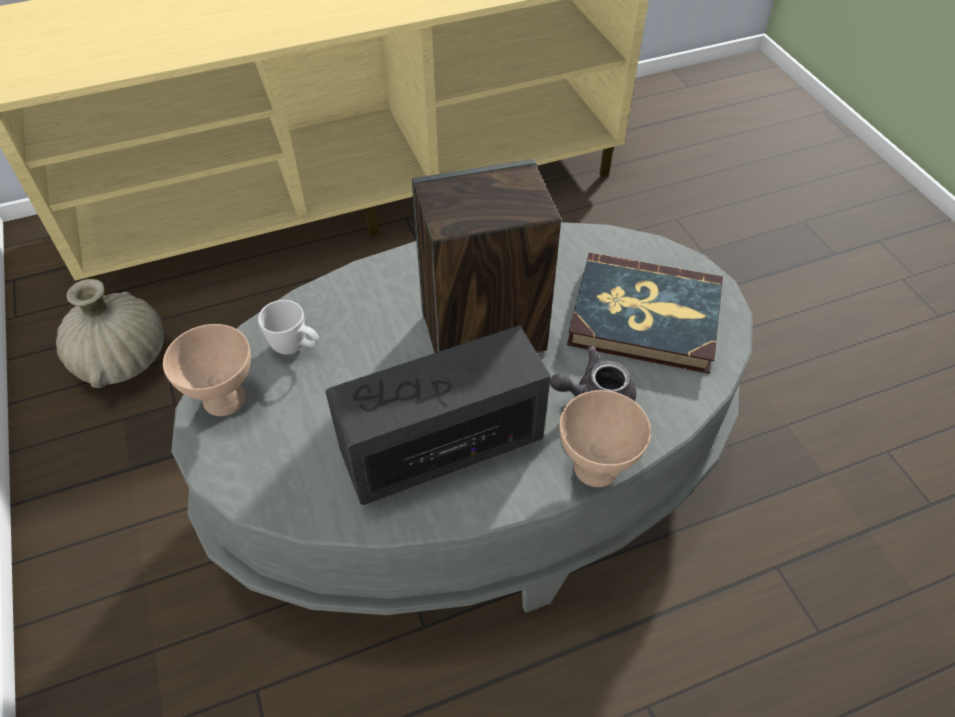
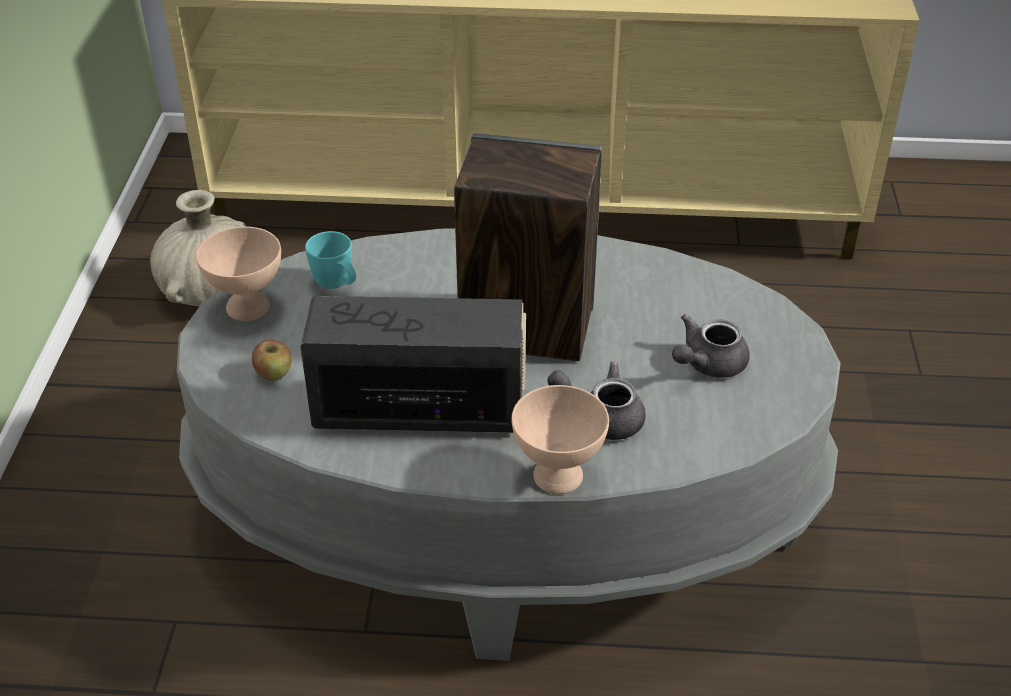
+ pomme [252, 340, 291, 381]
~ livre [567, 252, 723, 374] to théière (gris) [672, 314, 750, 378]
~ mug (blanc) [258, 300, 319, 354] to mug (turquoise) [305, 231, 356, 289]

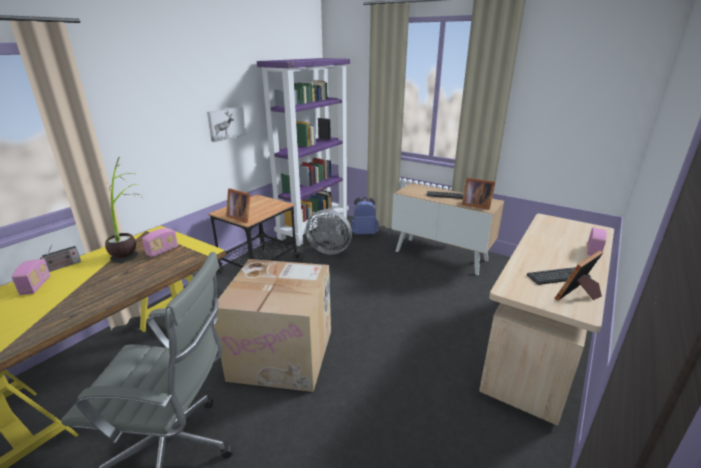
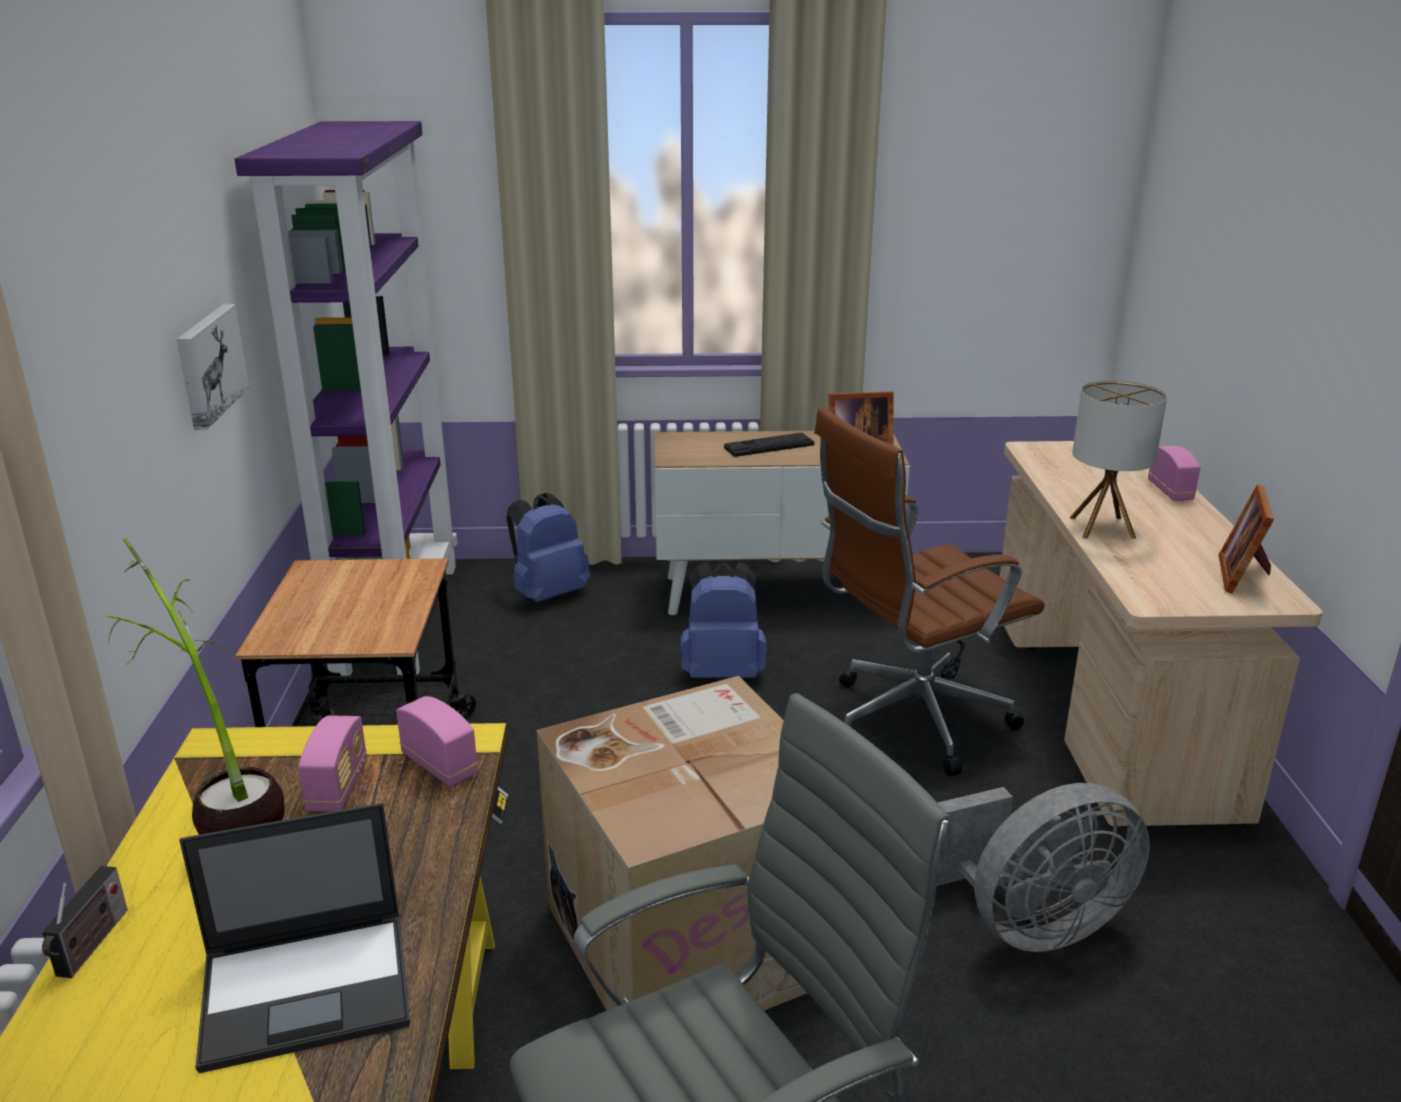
- cadre photo [226, 188, 250, 223]
- clavier [527, 267, 591, 285]
+ ordinateur portable [179, 803, 410, 1073]
+ sac à dos (bleu) [680, 562, 767, 678]
+ chaise de bureau (marron) [814, 407, 1045, 777]
+ lampe de table [1070, 380, 1167, 539]
~ radio [12, 259, 51, 295] to [396, 696, 478, 787]
~ ventilateur (gris) [306, 209, 352, 255] to [937, 783, 1150, 952]

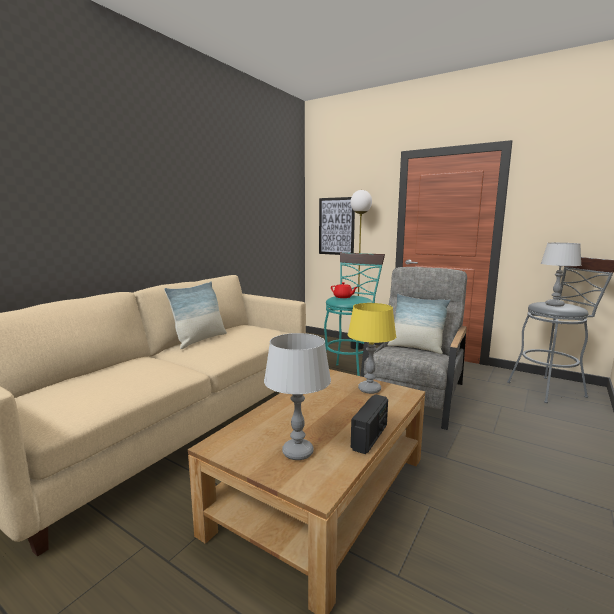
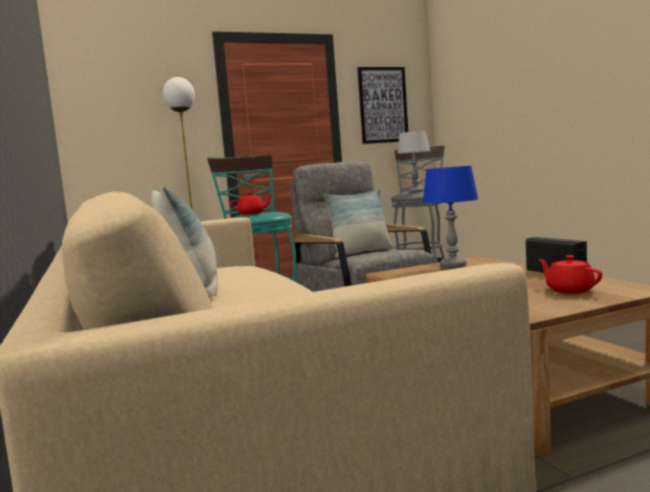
~ tableau [319, 197, 355, 255] to [357, 67, 408, 144]
~ lampe de table (gris) [264, 333, 331, 460] to théière (rouge) [538, 255, 602, 294]
~ lampe de table (jaune) [348, 303, 396, 394] to lampe de table (bleu) [423, 166, 478, 268]

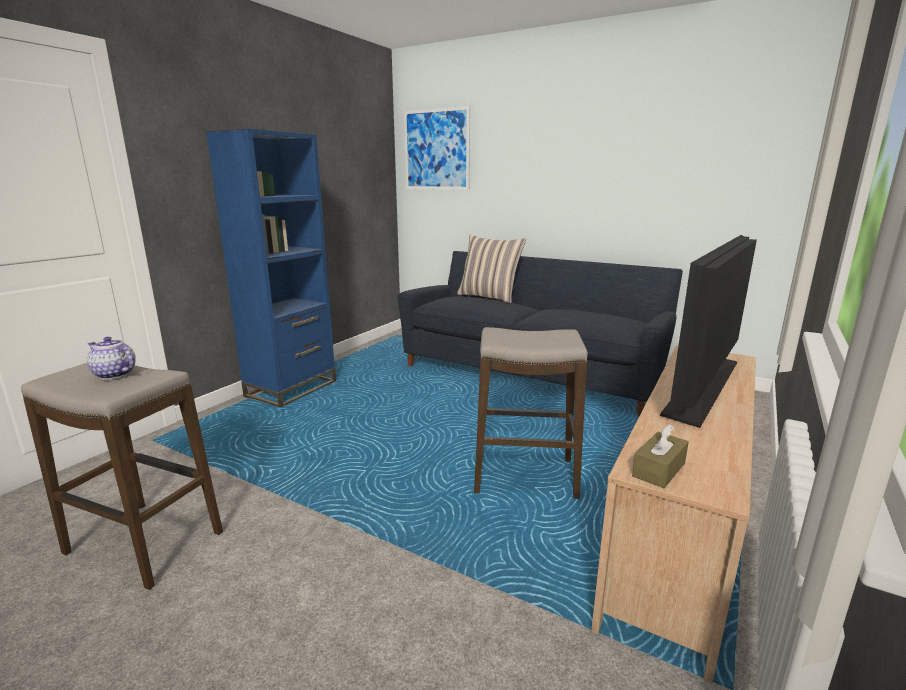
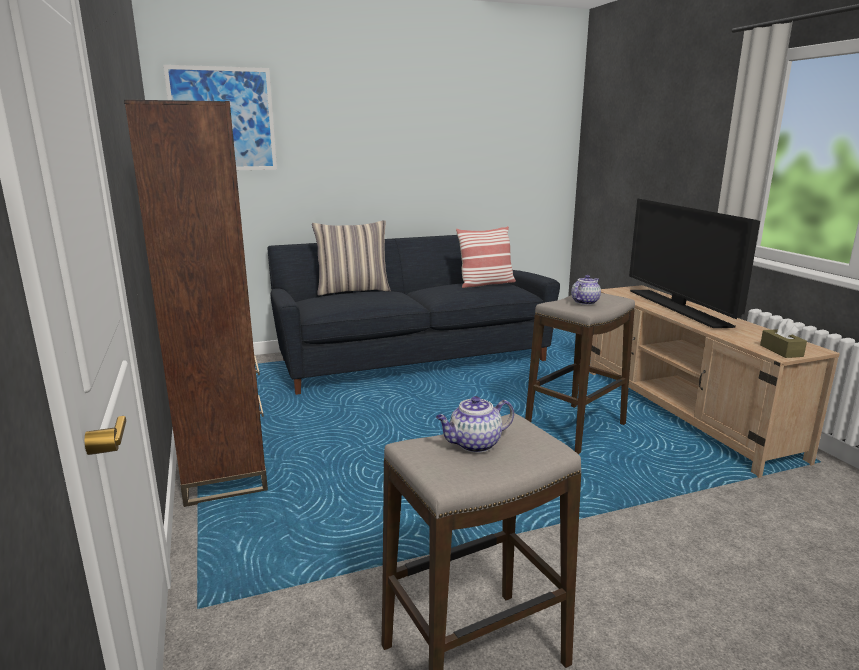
+ coussin [456, 226, 516, 288]
+ théière [571, 275, 601, 305]
~ bibliothèque (bleu) [206, 129, 336, 407] to bibliothèque (marron) [124, 100, 268, 507]

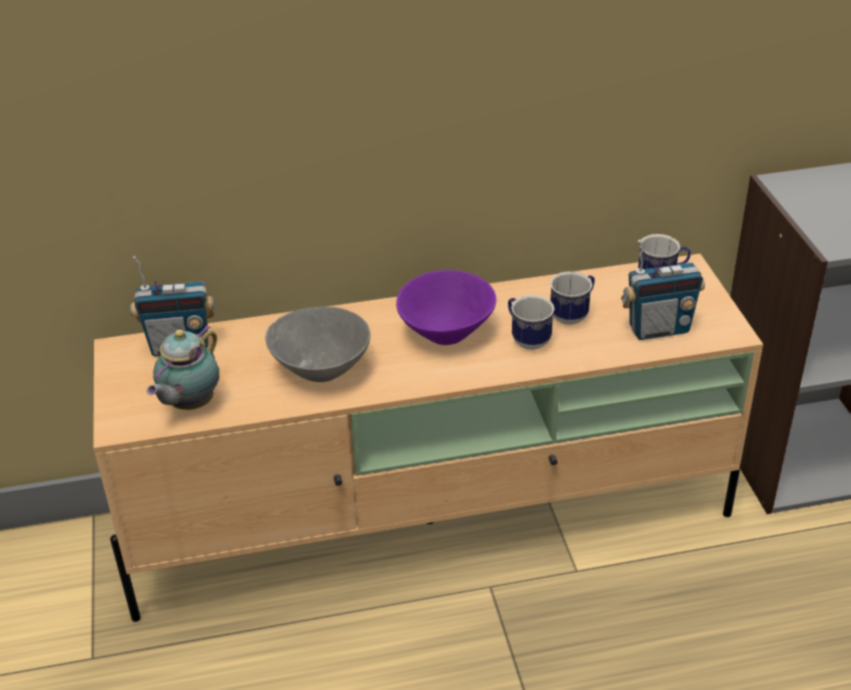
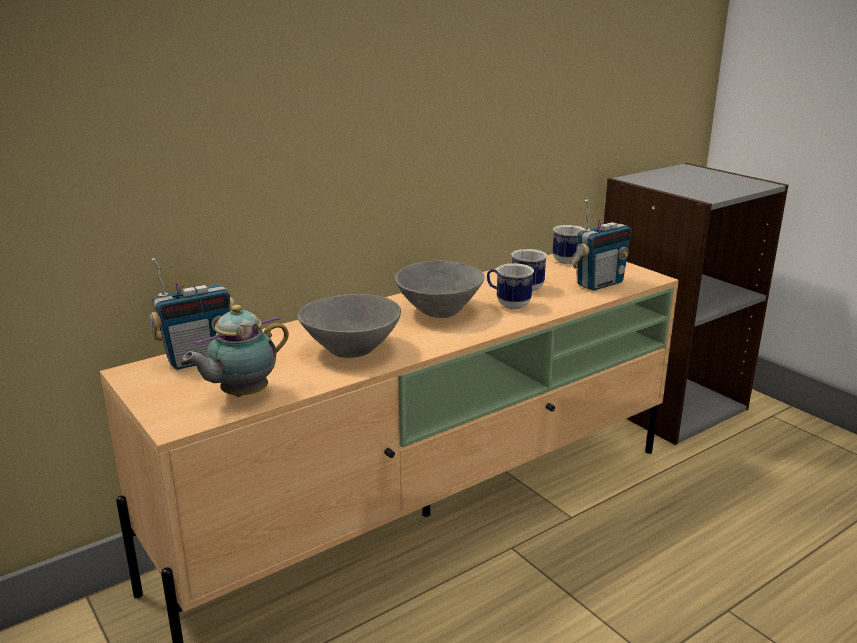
~ bol (violet) [396, 270, 496, 345] to bol (gris) [395, 261, 484, 318]
~ théière [146, 325, 219, 410] = [183, 305, 289, 397] 45 degrees clockwise

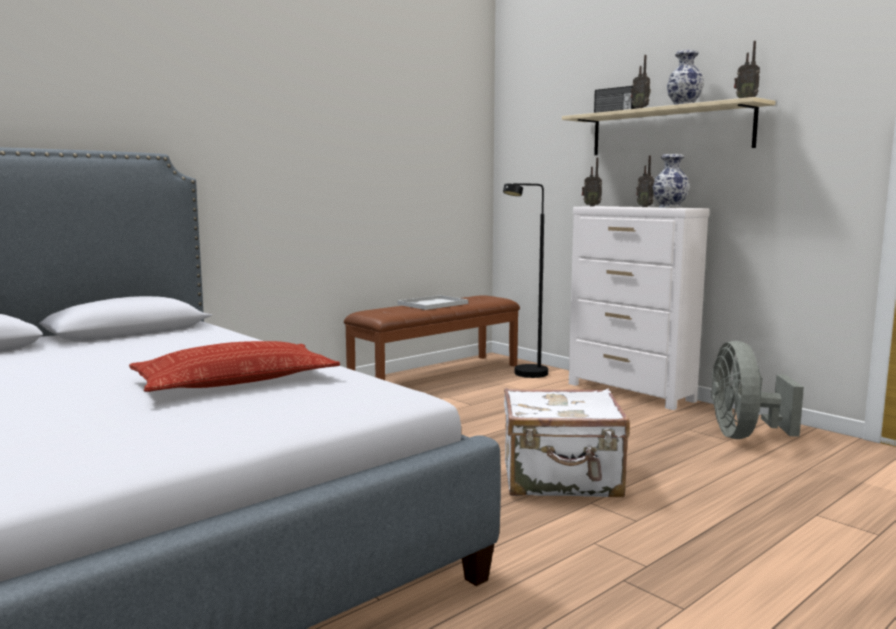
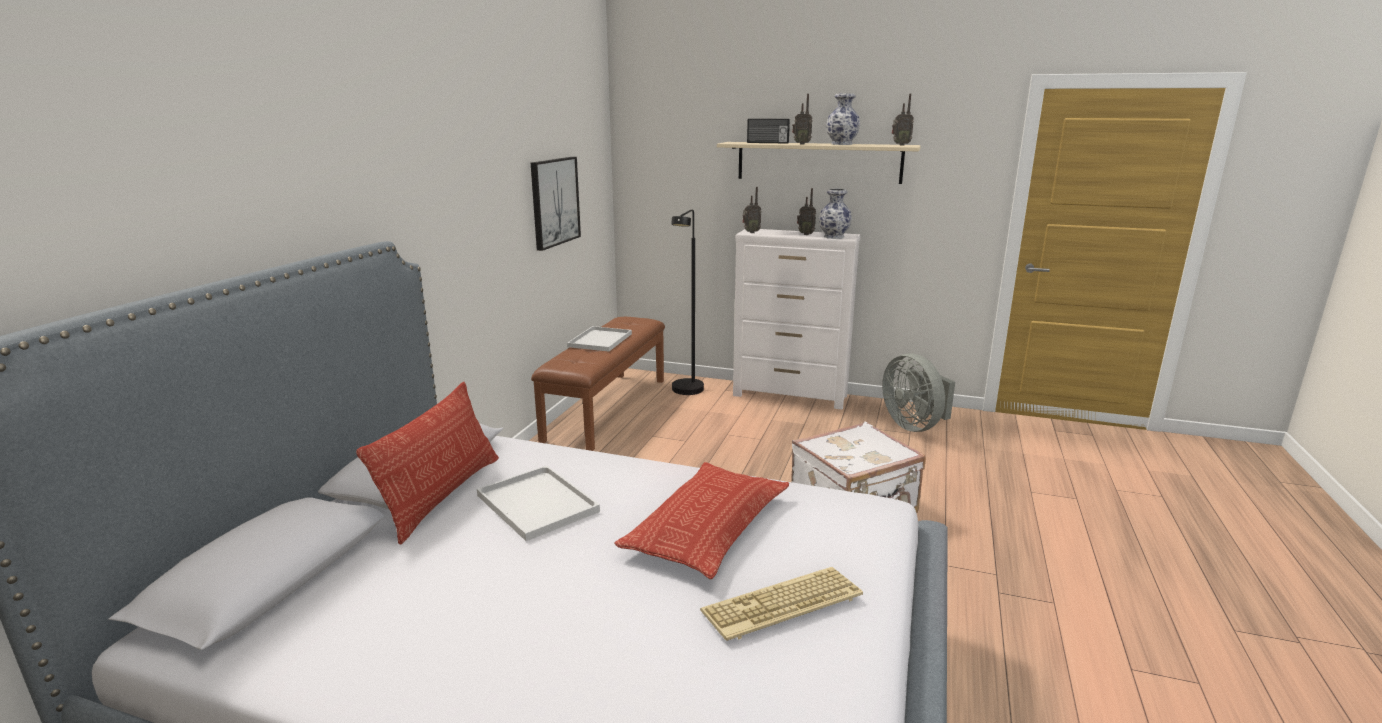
+ coussin [356, 382, 499, 544]
+ plateau (blanc) [477, 465, 600, 541]
+ tableau [531, 157, 581, 251]
+ clavier [700, 567, 863, 641]

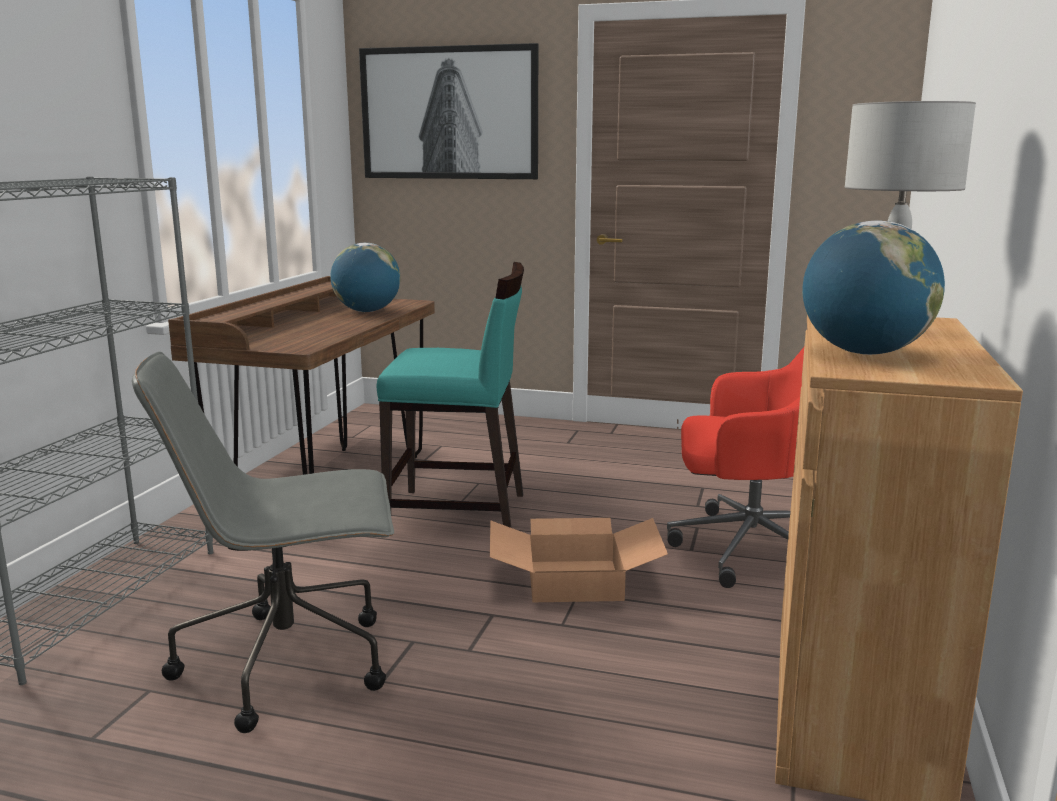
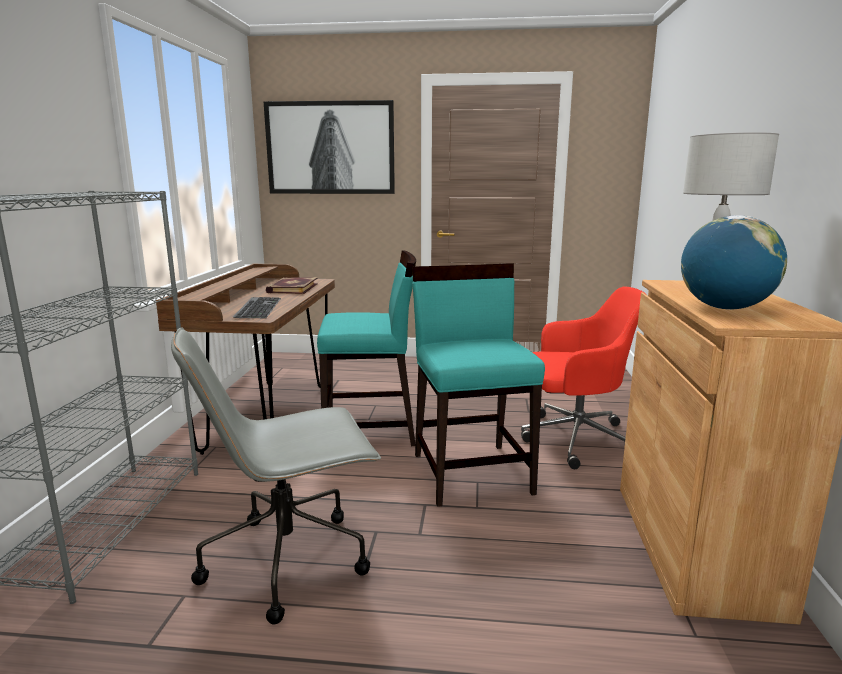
+ clavier [233, 297, 281, 318]
~ globe [330, 243, 400, 312] to livre [266, 277, 318, 294]
~ carton [490, 518, 668, 602] to chaise (turquoise) [412, 263, 545, 507]

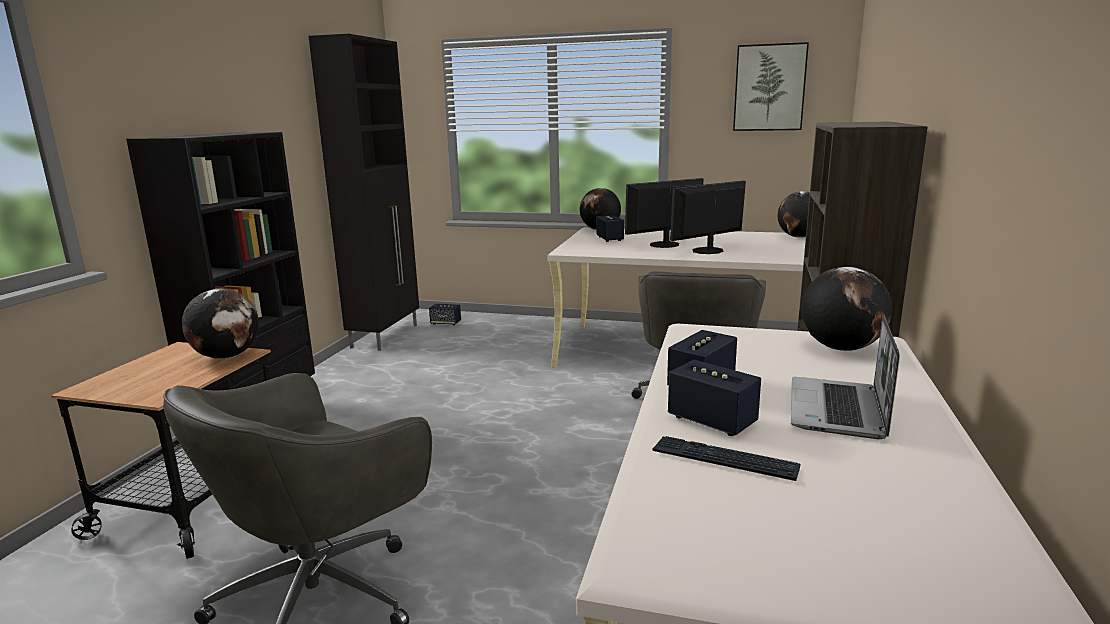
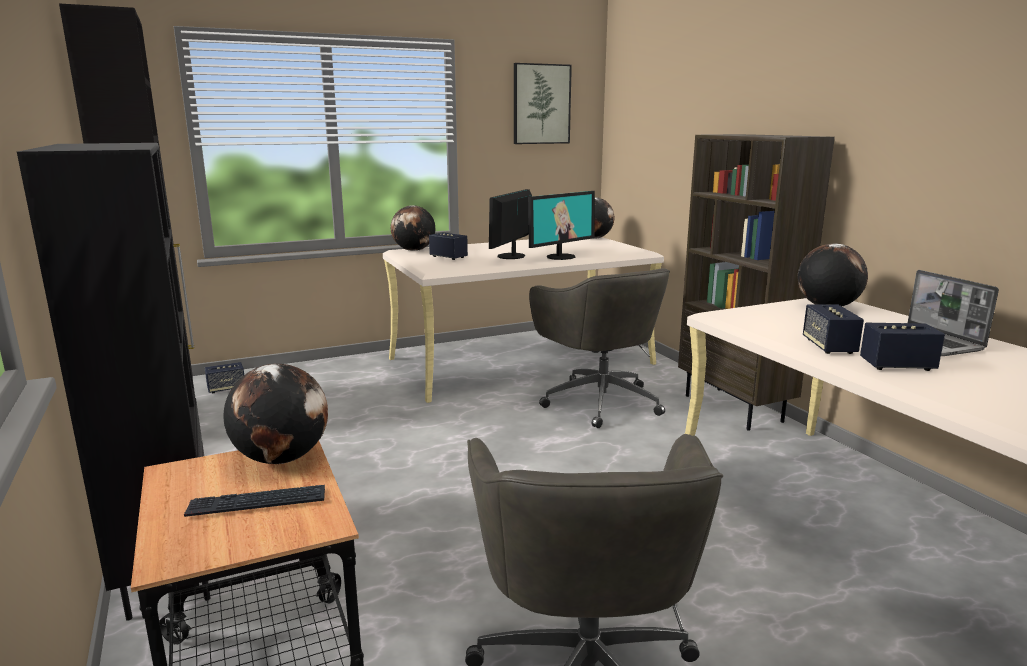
~ clavier [653, 436, 800, 481] to [184, 485, 325, 517]
~ écran d'ordinateur [670, 181, 746, 254] = [528, 191, 595, 260] 150 degrees counterclockwise

